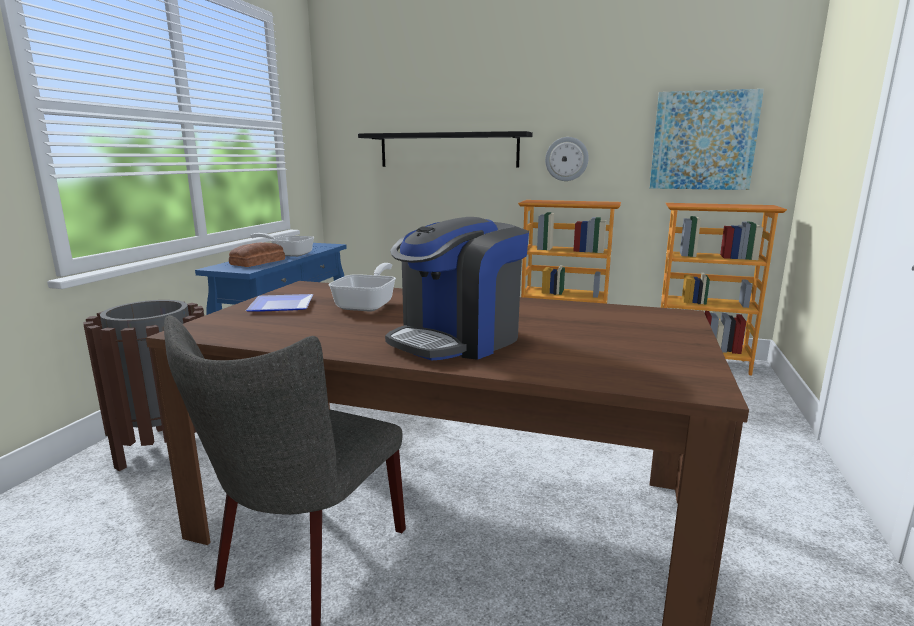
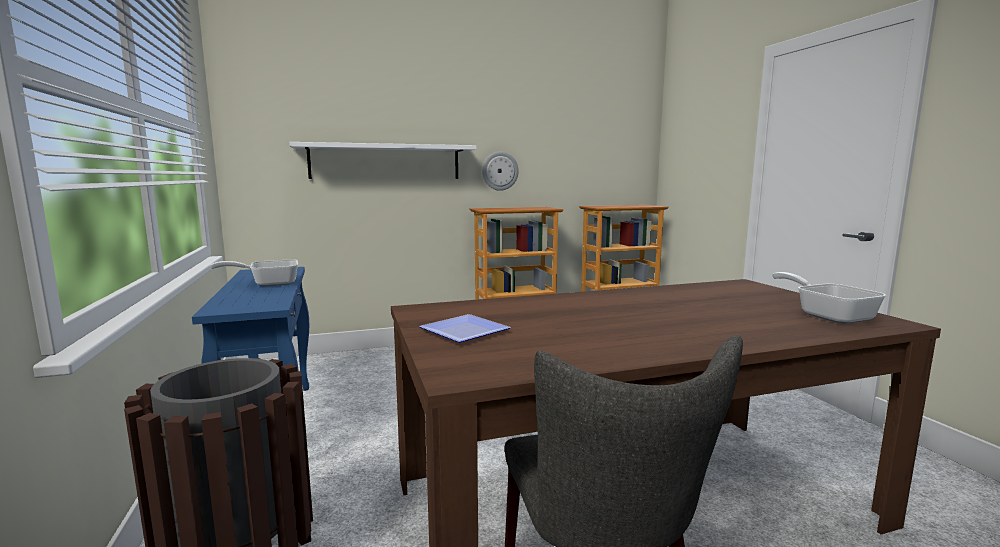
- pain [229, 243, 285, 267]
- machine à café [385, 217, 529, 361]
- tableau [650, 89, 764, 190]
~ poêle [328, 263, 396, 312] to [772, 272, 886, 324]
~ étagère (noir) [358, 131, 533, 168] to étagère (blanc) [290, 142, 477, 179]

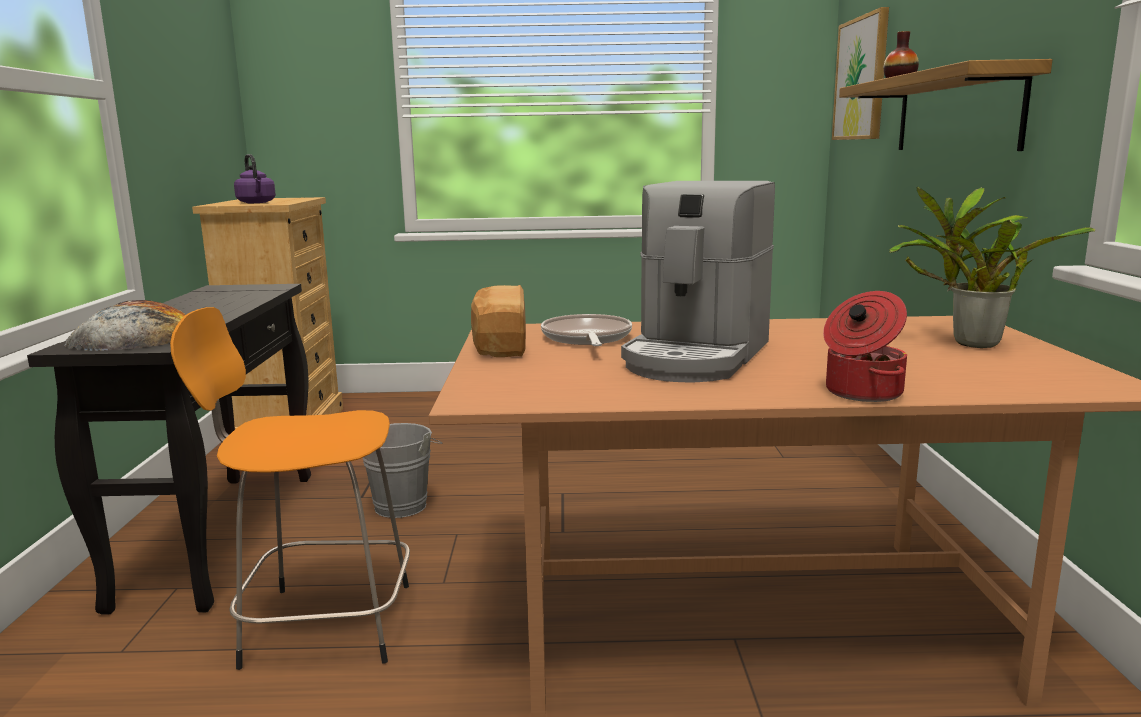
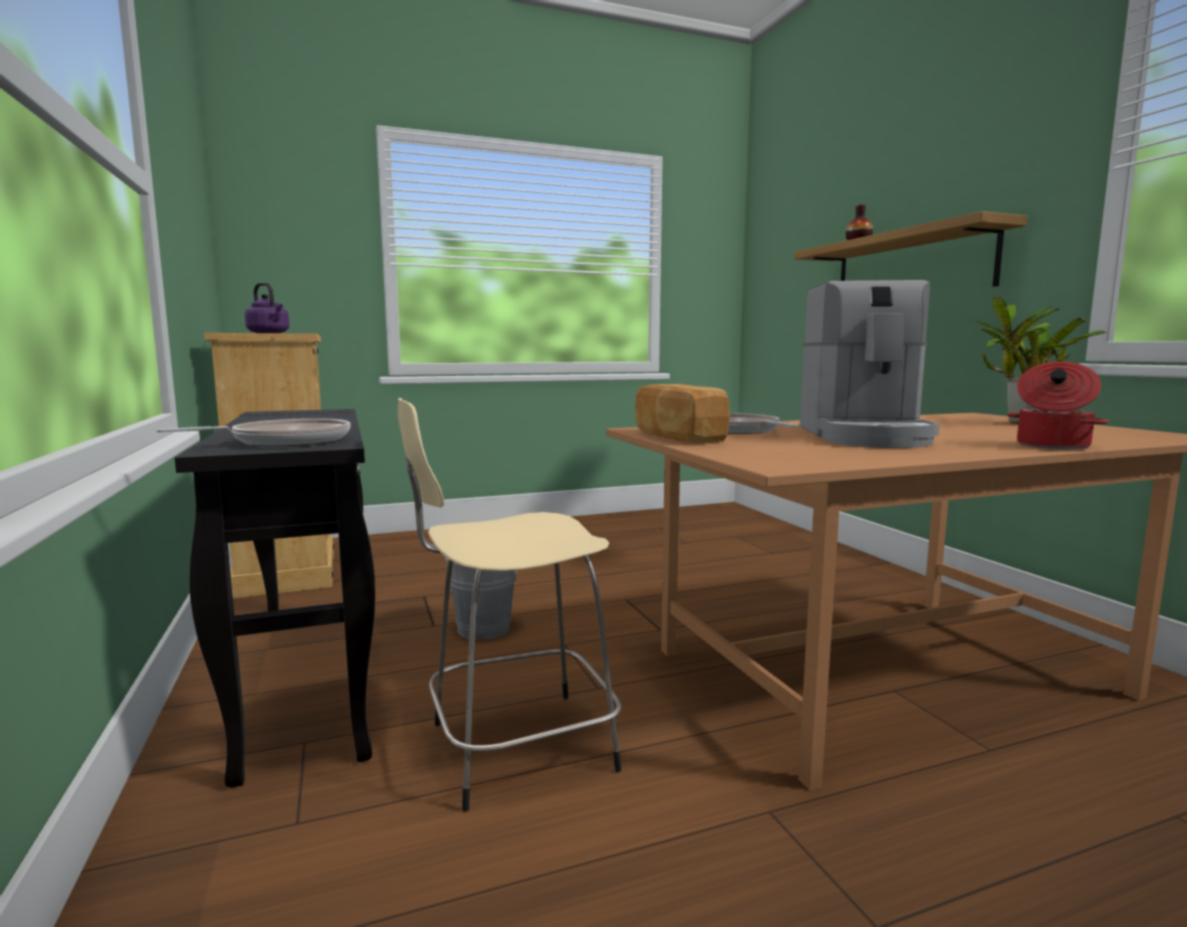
- tableau [832, 7, 889, 140]
~ pain [65, 300, 186, 351] to poêle [157, 418, 351, 446]
~ tabouret (orange) [170, 307, 410, 670] to tabouret (beige) [397, 398, 622, 812]

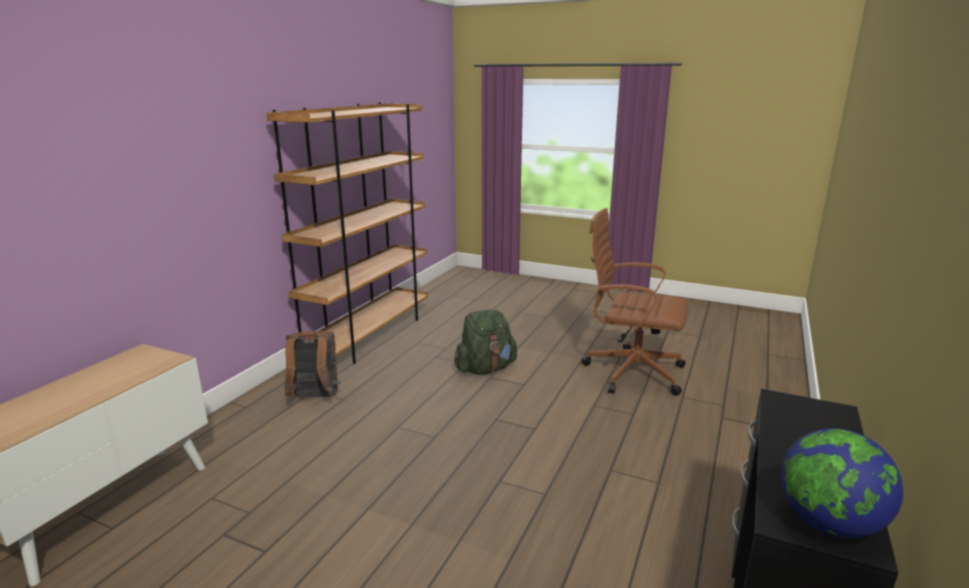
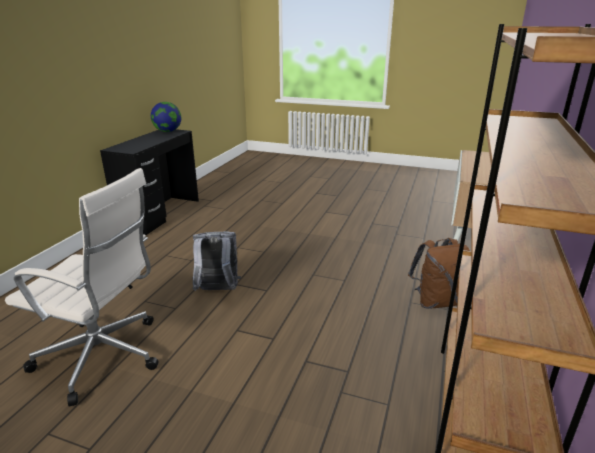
- sac à dos (vert) [454, 309, 517, 375]
+ sac à dos (gris) [192, 231, 241, 291]
~ chaise de bureau (marron) [581, 208, 688, 396] to chaise de bureau (blanc) [5, 168, 159, 406]

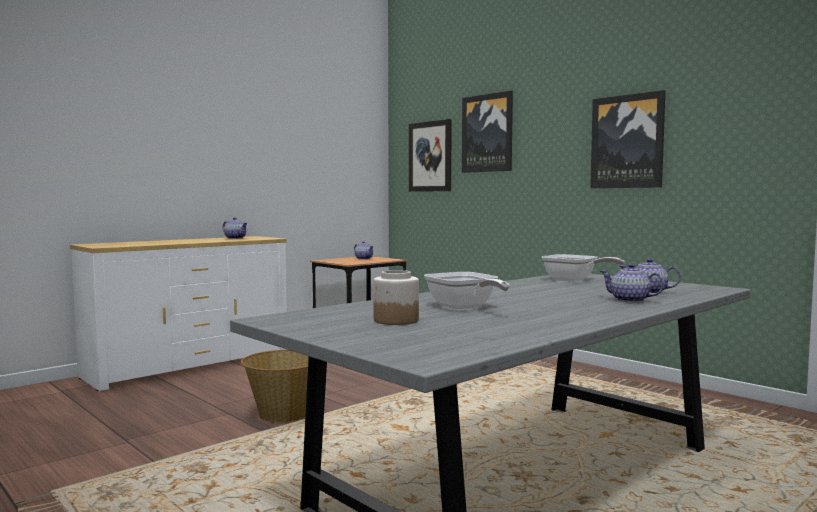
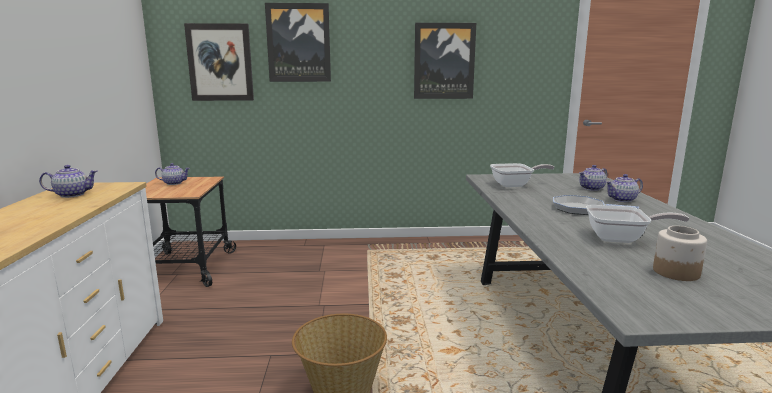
+ poêle [553, 195, 639, 215]

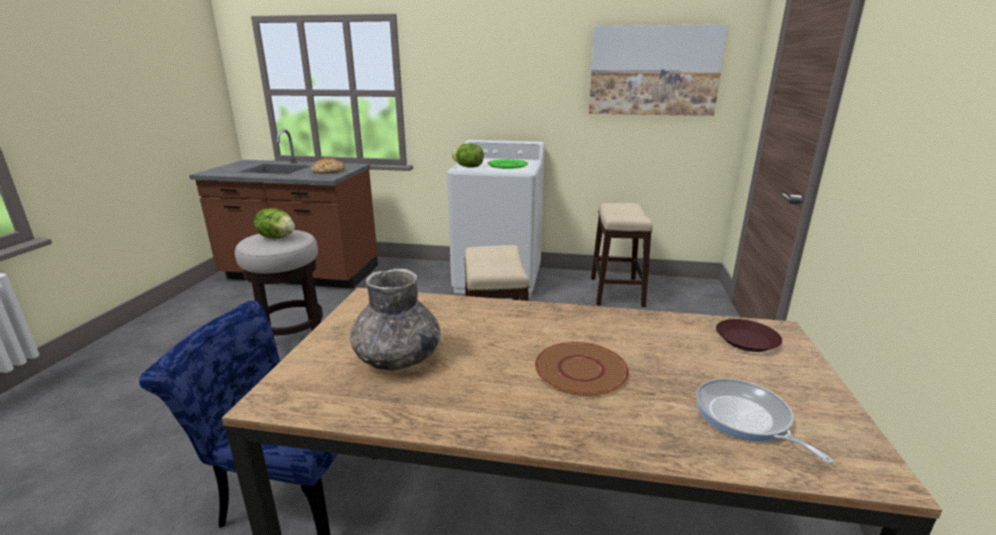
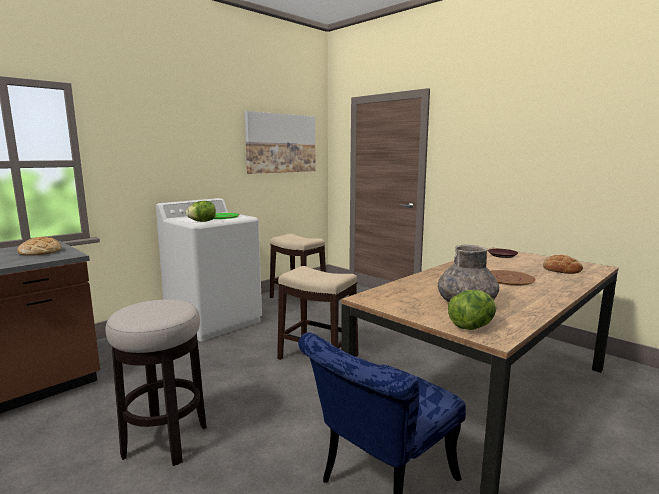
~ laitue [254, 208, 295, 239] to [448, 290, 496, 330]
~ poêle [696, 378, 834, 464] to pain [543, 255, 583, 274]

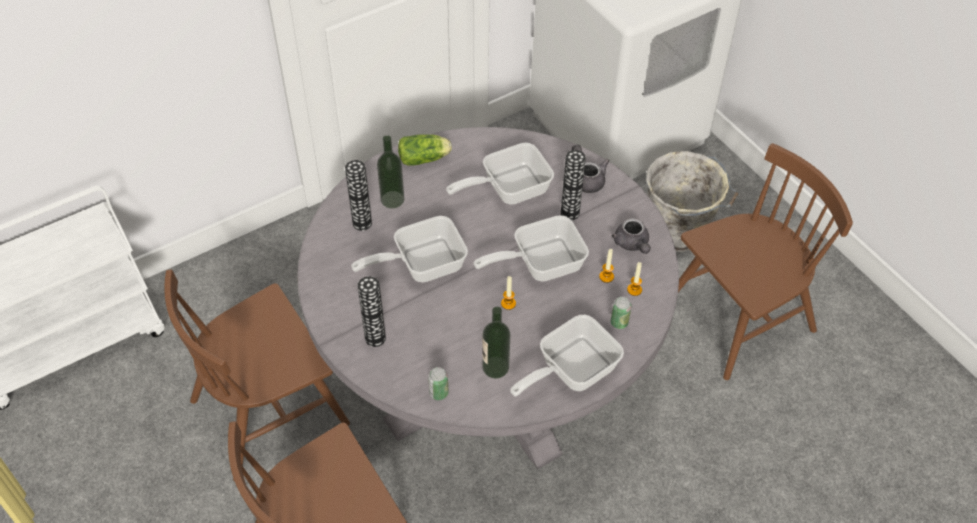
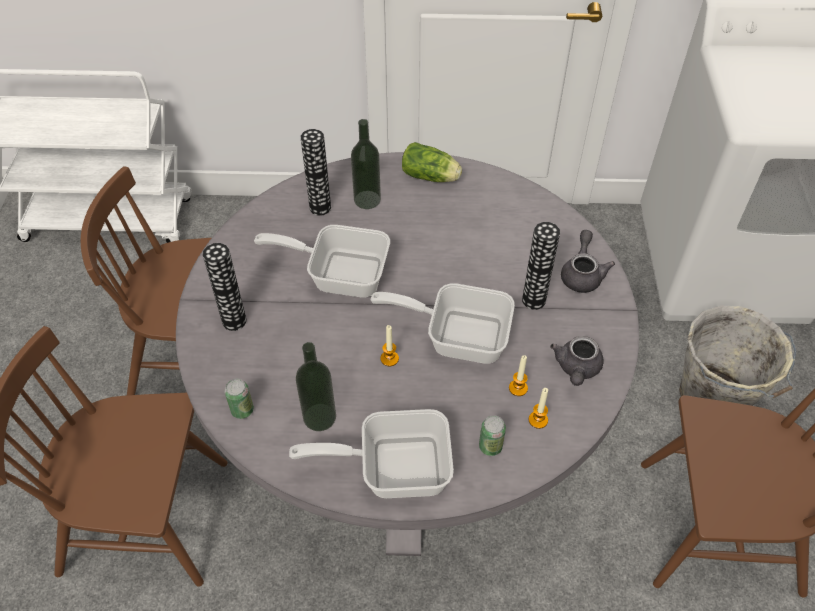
- poêle [446, 143, 554, 205]

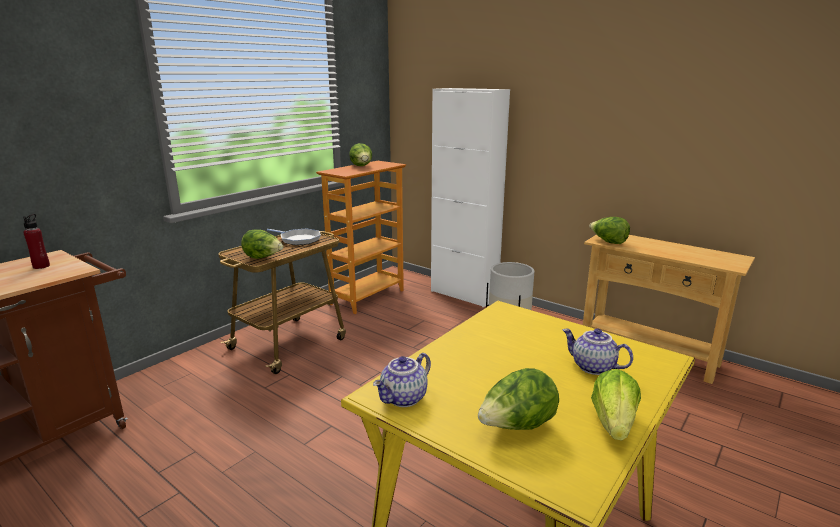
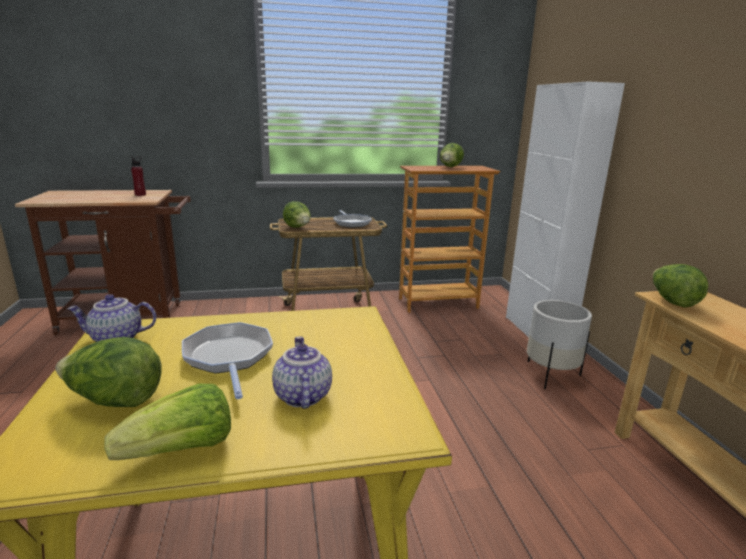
+ poêle [182, 322, 273, 399]

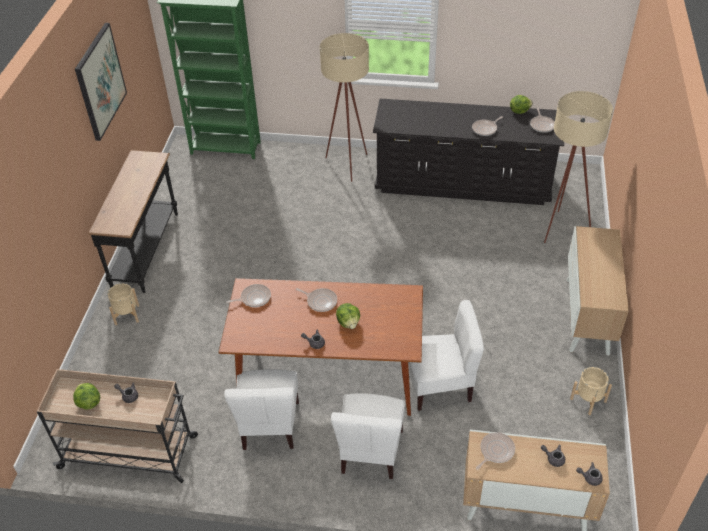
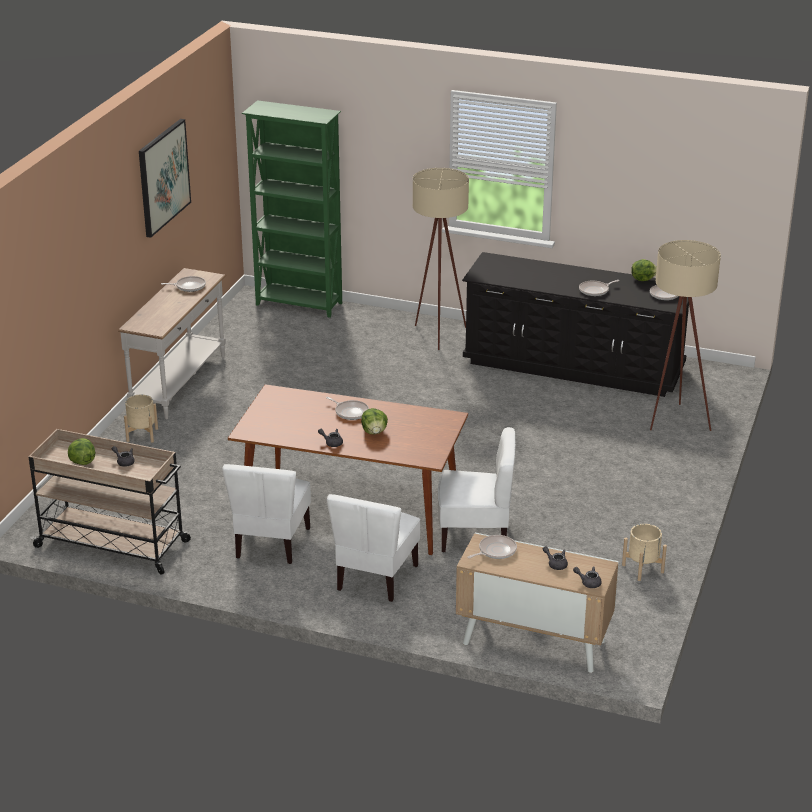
- meuble de rangement [566, 226, 629, 356]
~ poêle [226, 284, 271, 307] to [161, 276, 206, 292]
~ table console (noir) [89, 150, 178, 293] to table console (blanc) [118, 268, 226, 419]

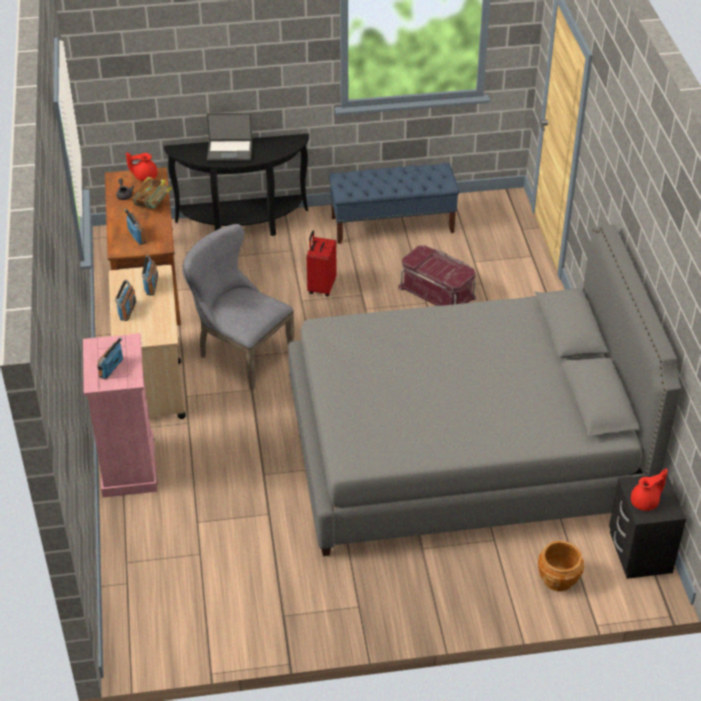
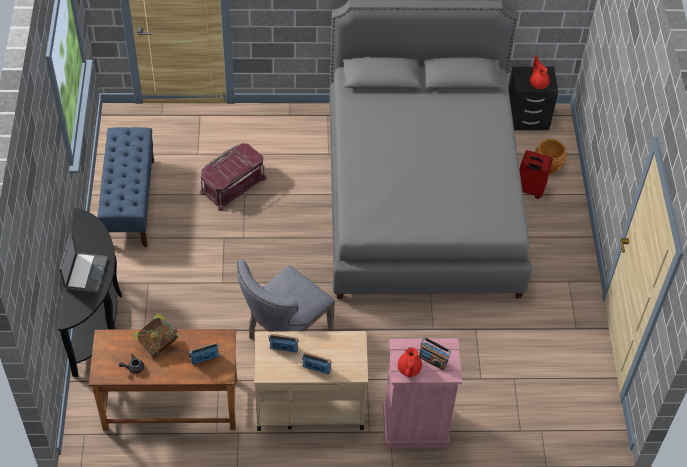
~ théière (rouge) [126, 152, 157, 181] to [398, 347, 422, 377]
~ valise (rouge) [307, 231, 337, 296] to [520, 150, 553, 199]

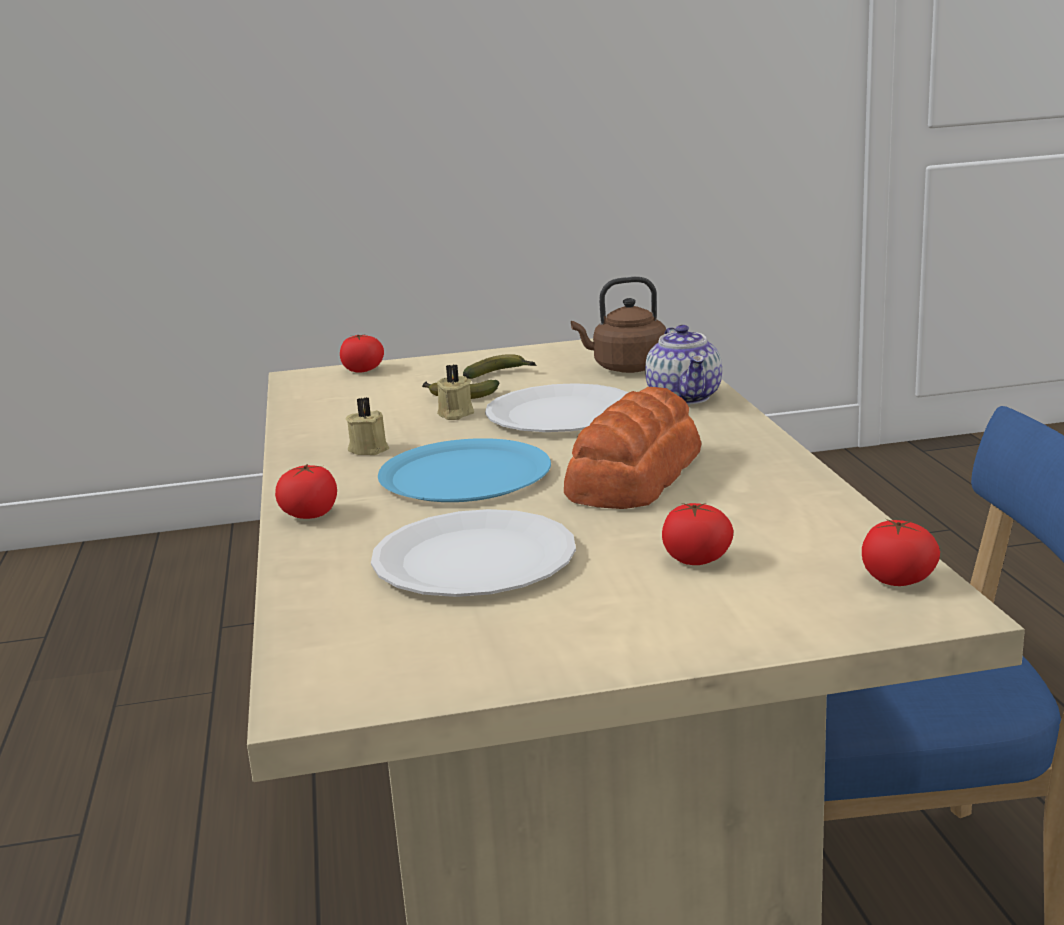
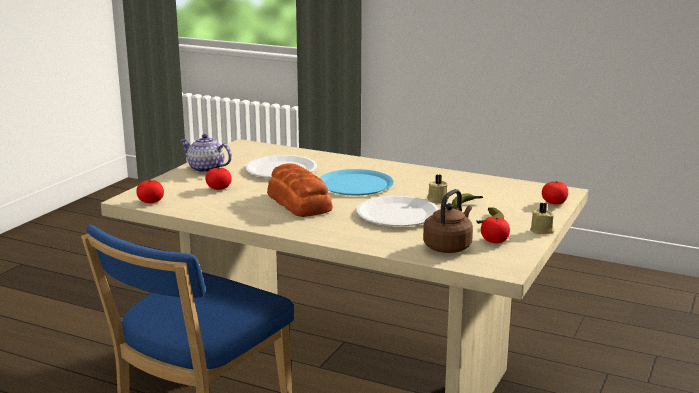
~ tomate [275, 464, 337, 519] to [481, 217, 510, 243]
~ bougie (beige) [345, 397, 389, 455] to [530, 203, 555, 234]
~ théière [645, 325, 722, 405] to [180, 134, 232, 173]

